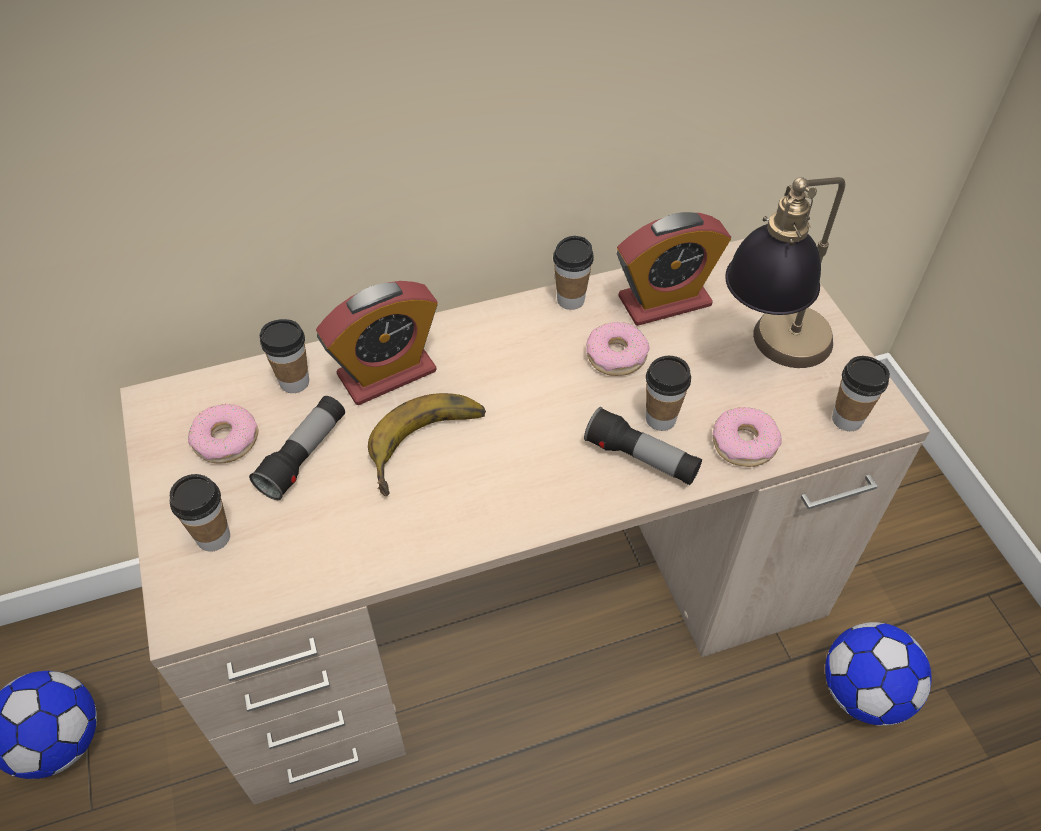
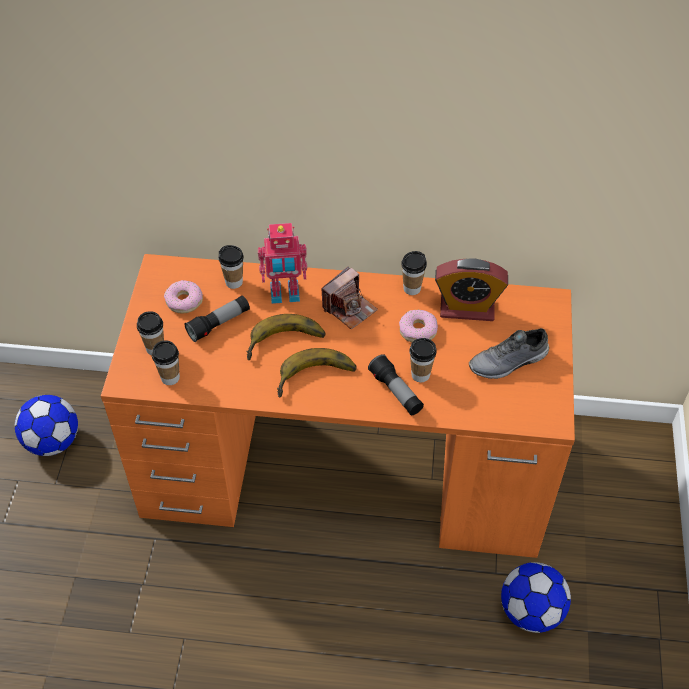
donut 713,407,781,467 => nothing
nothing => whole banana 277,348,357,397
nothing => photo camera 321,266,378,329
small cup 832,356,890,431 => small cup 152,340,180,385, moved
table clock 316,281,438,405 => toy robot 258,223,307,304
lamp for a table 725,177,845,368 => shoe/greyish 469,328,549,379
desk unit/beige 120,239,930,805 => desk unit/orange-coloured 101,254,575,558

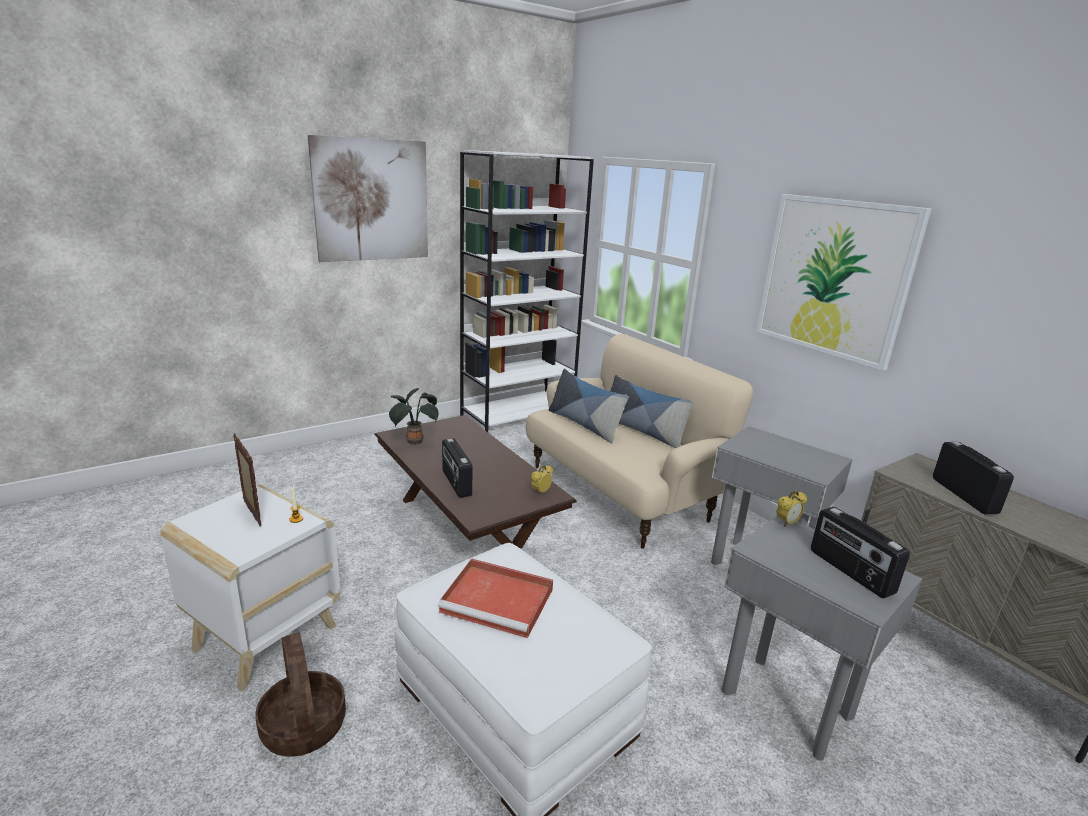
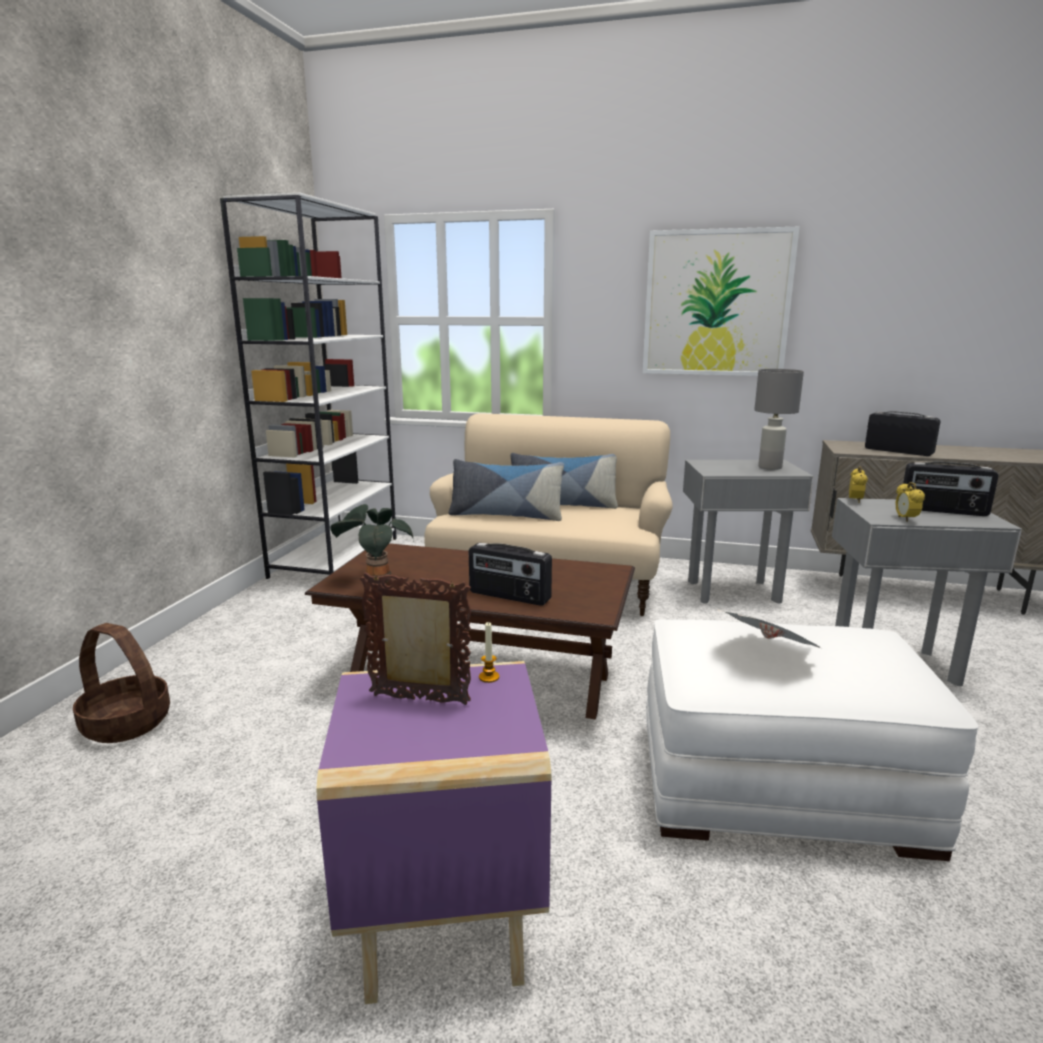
wall art 308,135,428,262 => nothing
nothing => lamp for a table/greyish 754,369,804,470
basket 255,632,346,757 => basket 73,623,170,743, moved
table clock 531,465,553,494 => table clock 895,482,925,522, moved
serving tray/red-coloured 438,558,553,638 => printed paper 717,609,821,648
end table/white 160,484,341,691 => end table/purplish 316,661,551,1004

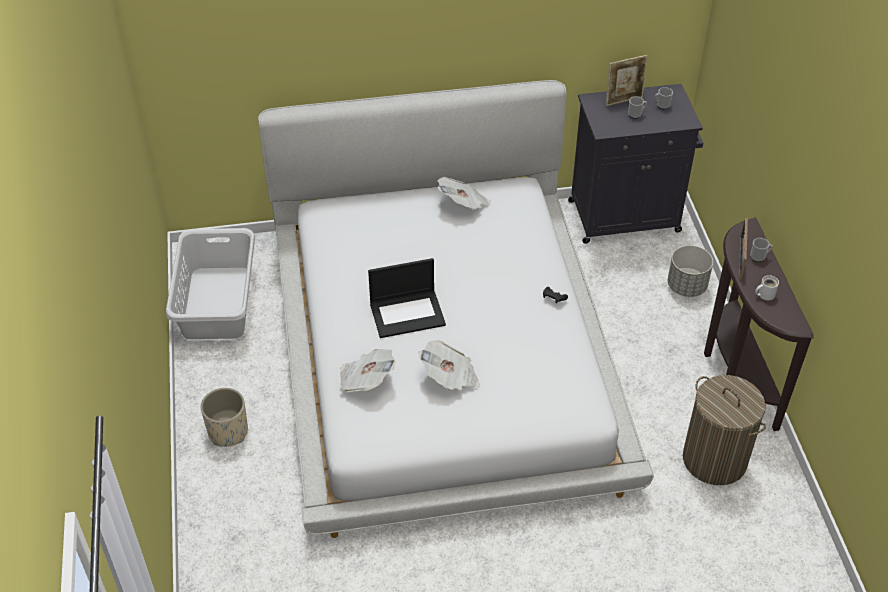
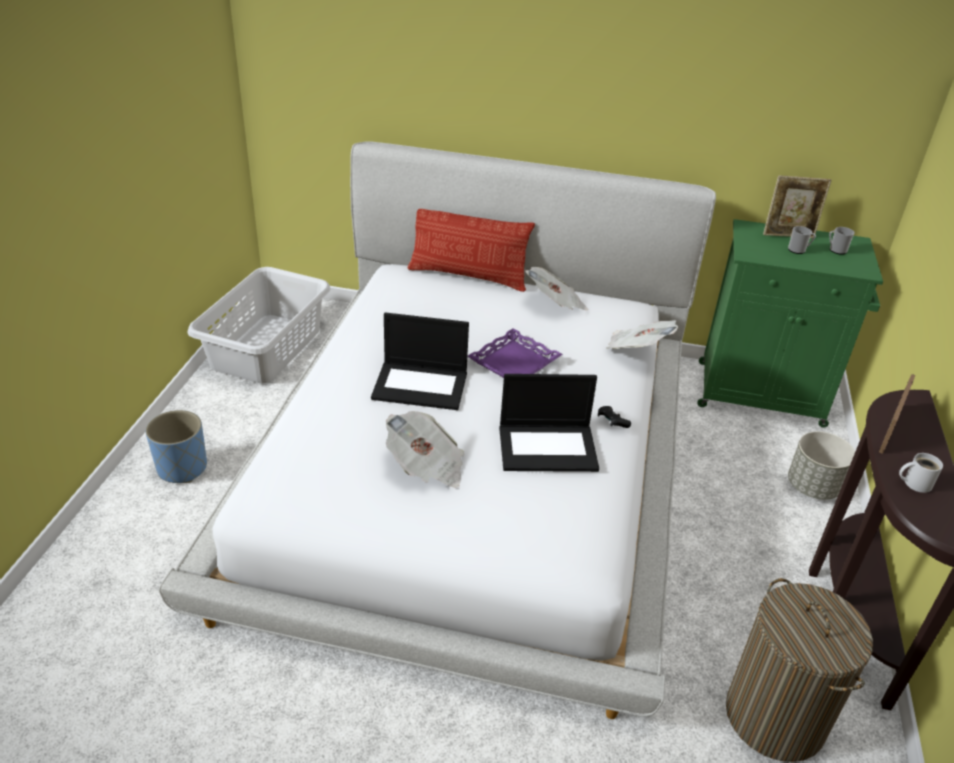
tea mug 750,238,773,262 => nothing
nothing => cushion 407,209,535,292
nothing => serving tray/purplish 468,328,563,378
nothing => portable computer 499,374,599,472
printed paper 340,349,395,392 => printed paper 606,320,678,349, moved
flower pot/beige 201,388,248,447 => flower pot/blue 145,410,207,483
cabinet/black-coloured 568,84,703,244 => cabinet/green 697,219,883,428

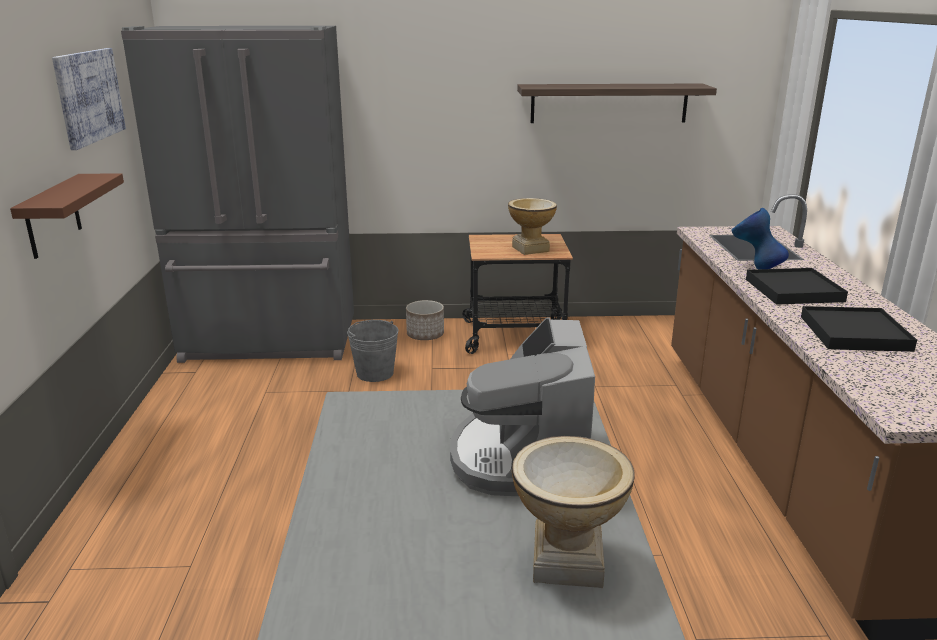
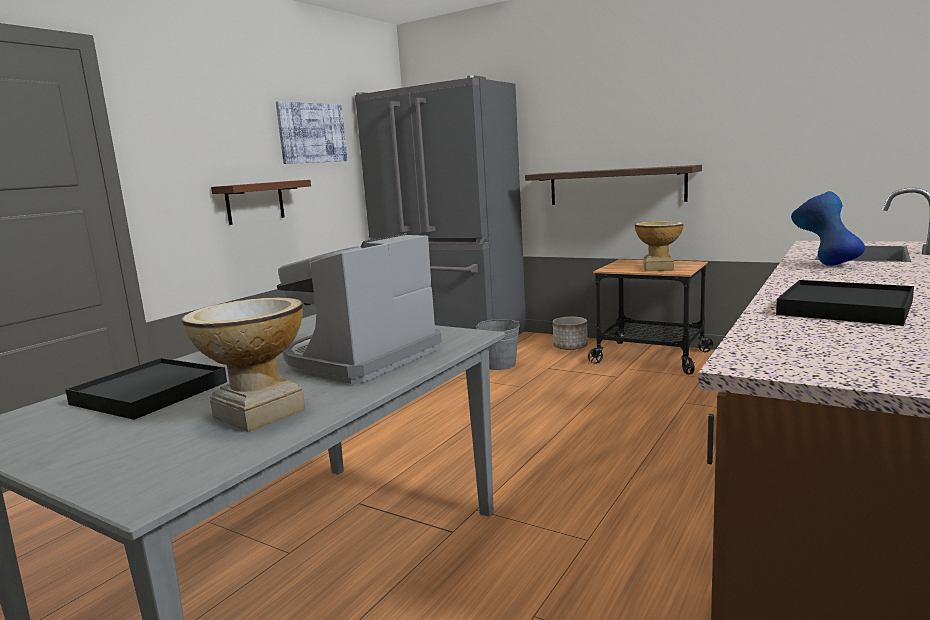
wall shelf 517,84,717,123 => wall shelf 525,165,702,205, moved
serving tray/black-coloured 746,268,848,305 => serving tray/black-coloured 65,358,227,420, moved

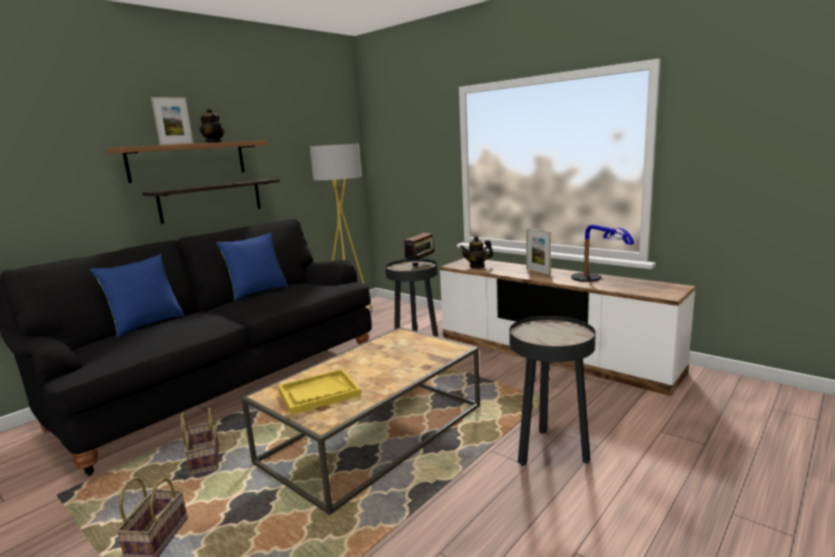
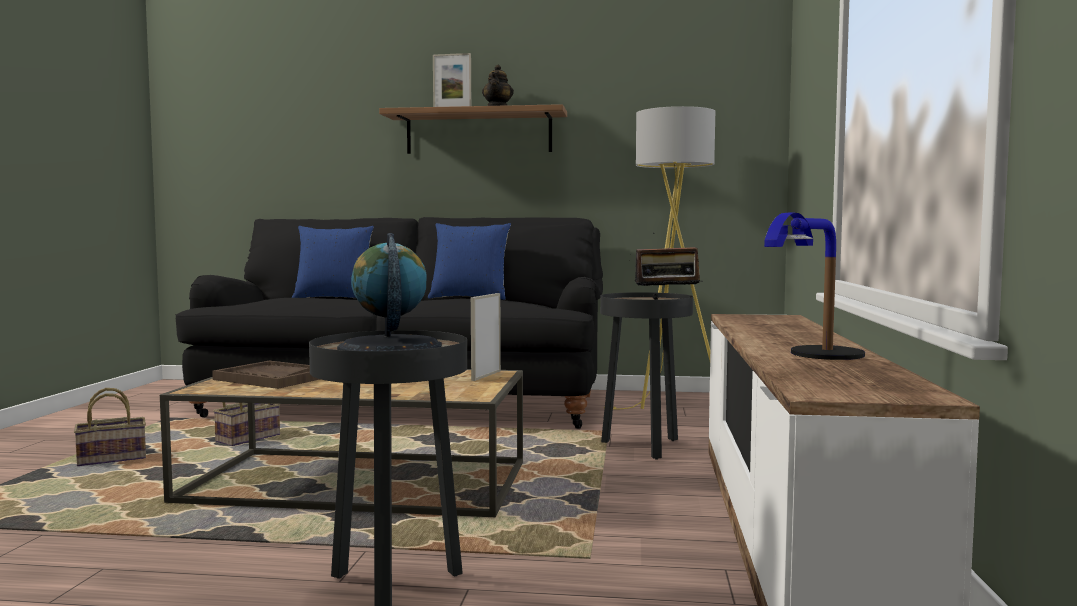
wall shelf 142,179,280,224 => nothing
pot for tea 460,236,493,269 => nothing
nothing => globe 337,233,442,351
standing frame 526,228,551,275 => standing frame 471,293,501,381, moved
serving tray/yellowish 278,369,361,415 => serving tray/brown 212,361,320,389

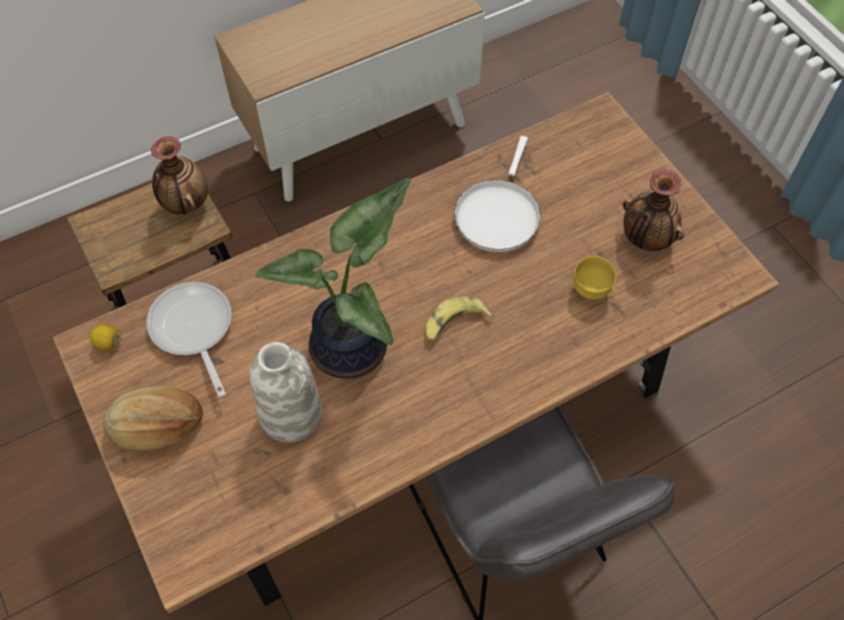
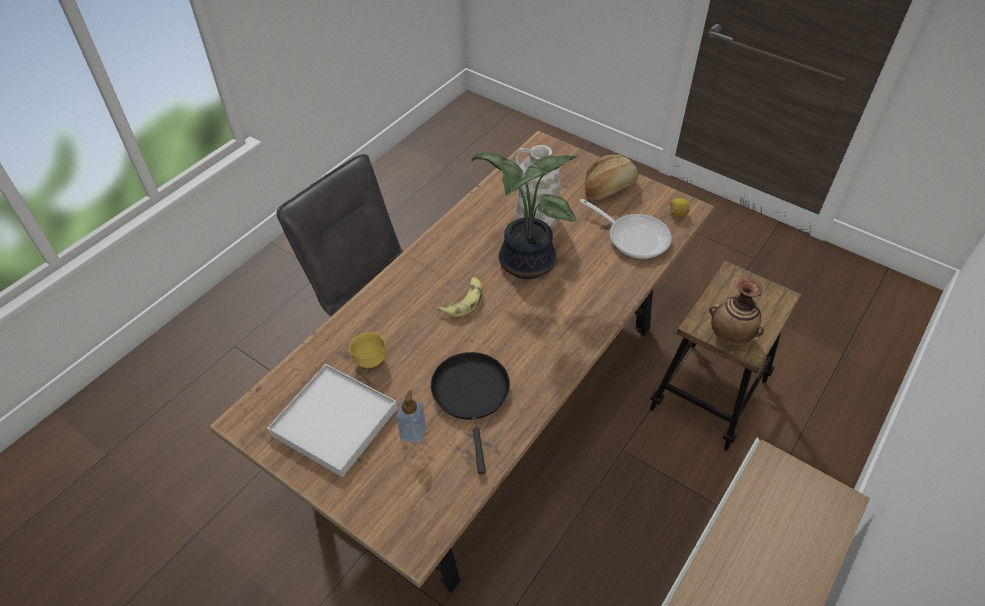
nothing => soap bottle 396,390,426,444
decorative vase 623,170,684,251 => serving tray/white 267,364,398,477
frying pan/white 454,136,541,252 => frying pan/black-coloured 431,352,510,474

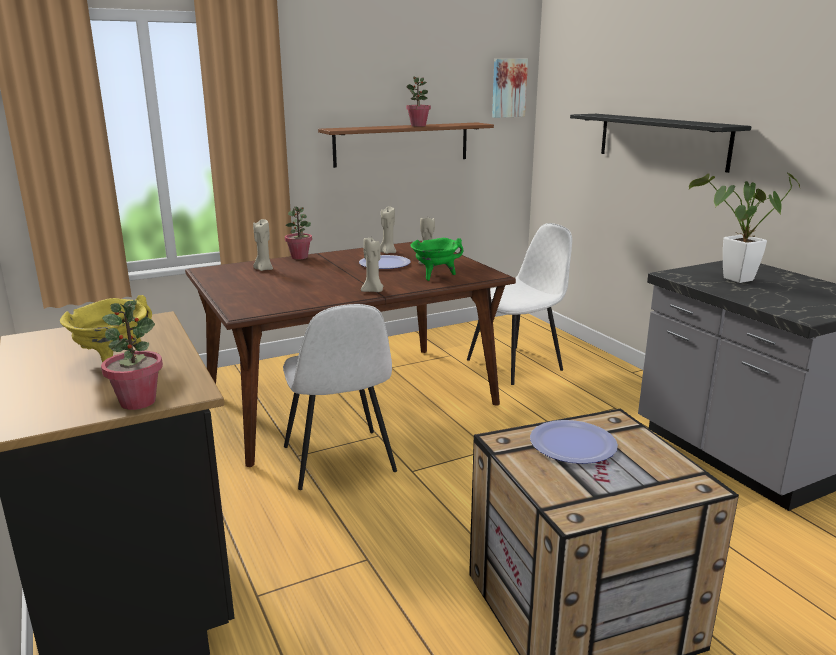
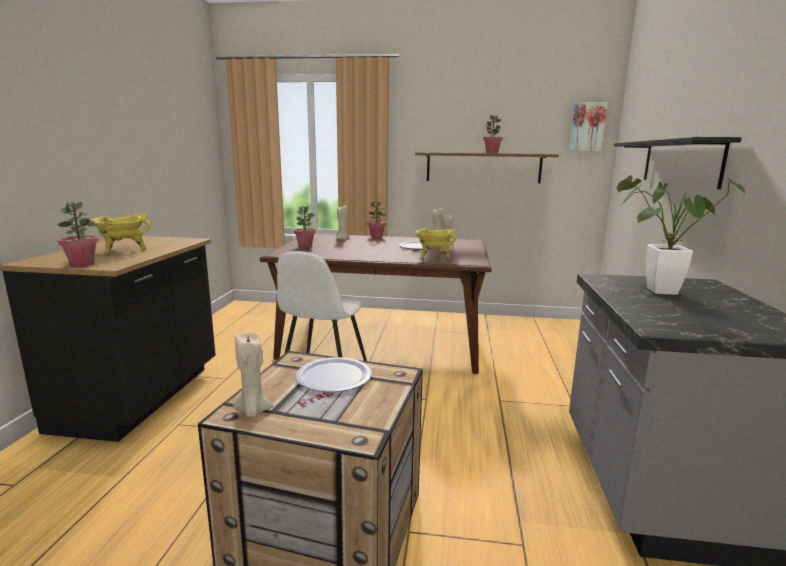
chair/white 467,223,572,385 => nothing
nothing => potted plant 294,206,316,248
wax light/beige 361,238,384,292 => wax light/beige 233,333,273,417, moved
stockpot/green 411,238,463,281 => stockpot/yellowish 415,228,456,259

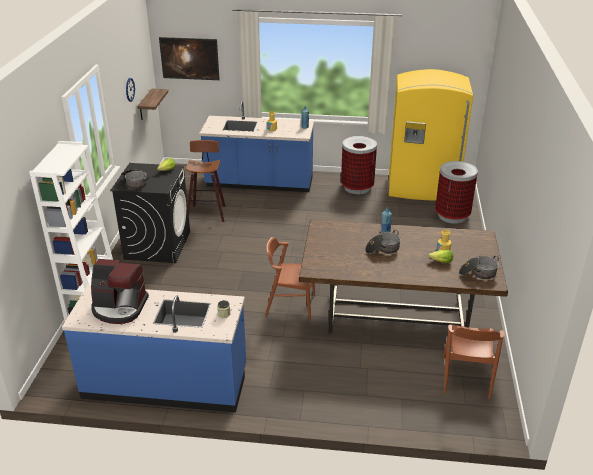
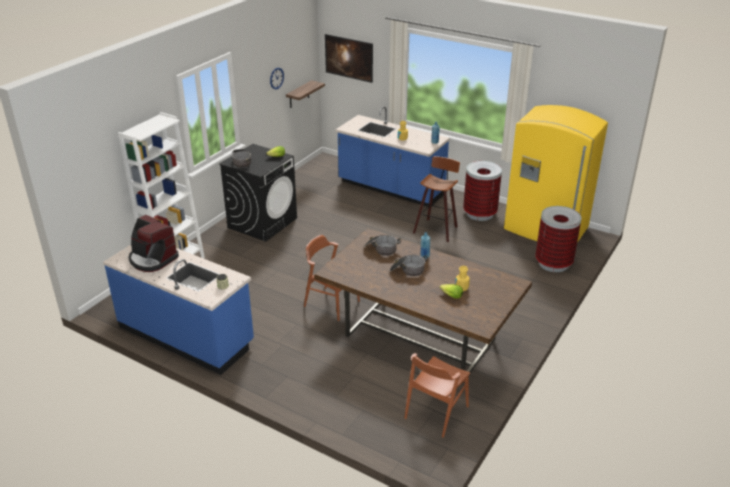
stool seat 186,140,225,222 => stool seat 413,156,460,242, moved
stockpot 459,256,499,279 => stockpot 365,235,401,256, moved

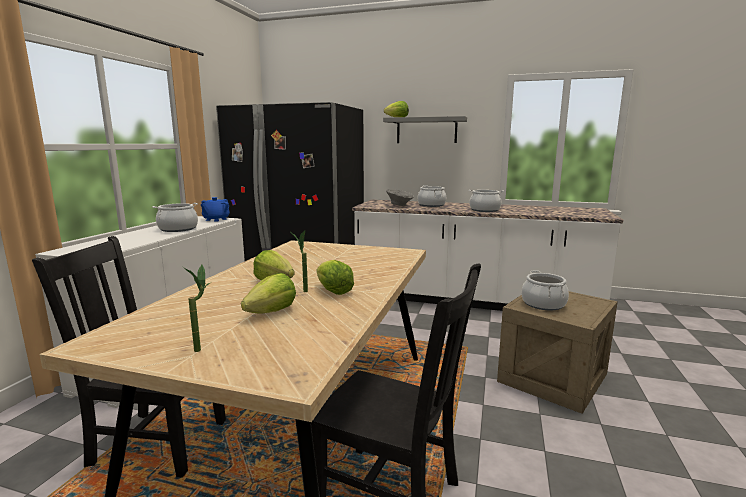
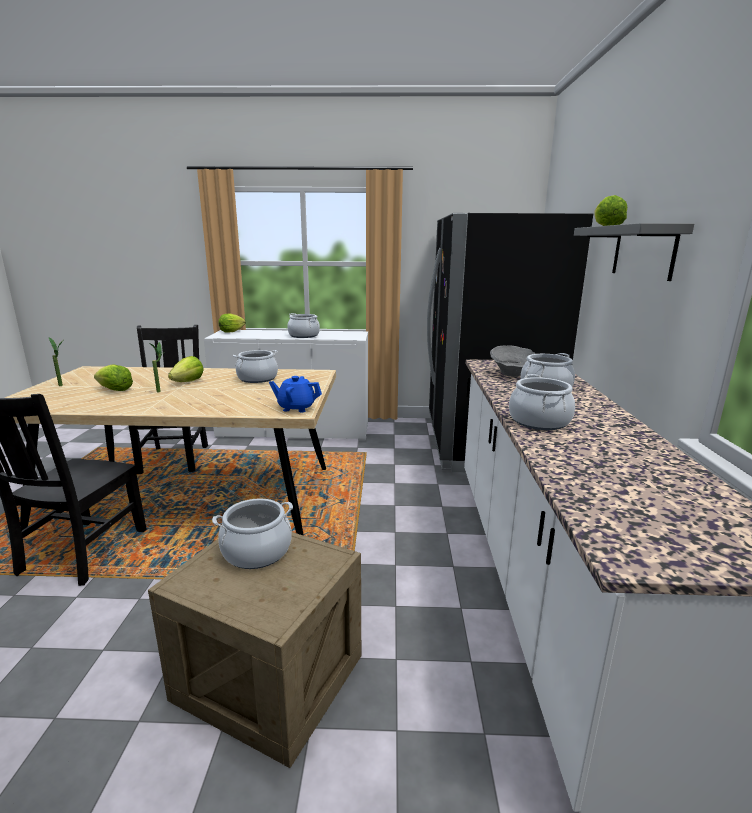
nothing => stockpot 233,350,278,383
pot for tea/blue 201,197,230,222 => pot for tea/blue 269,376,322,412, moved
lettuce 317,260,354,295 => lettuce 219,313,246,332, moved

